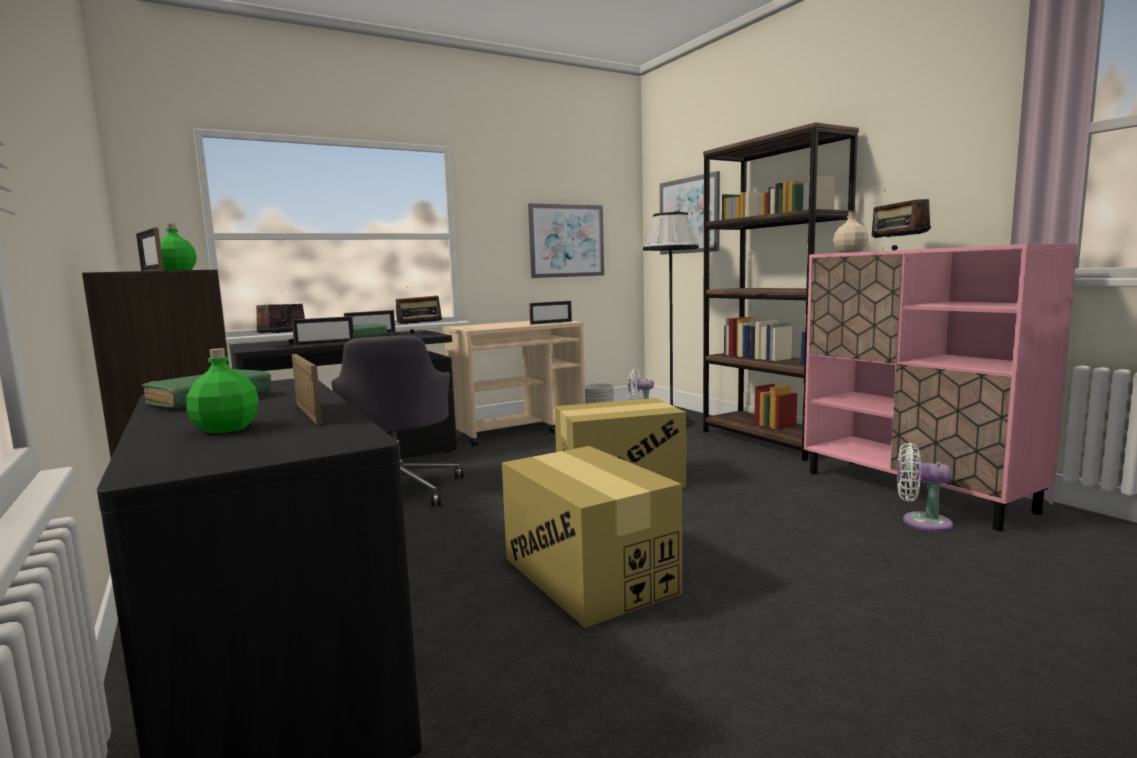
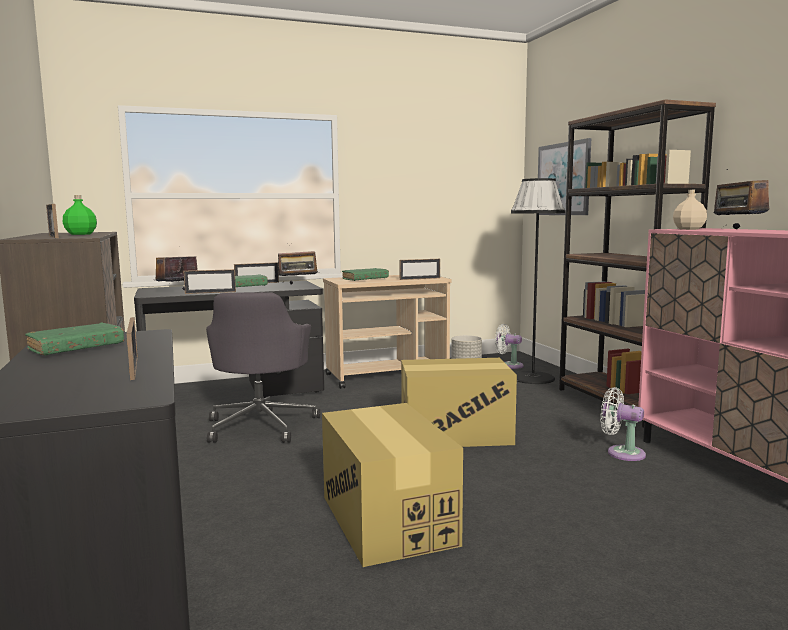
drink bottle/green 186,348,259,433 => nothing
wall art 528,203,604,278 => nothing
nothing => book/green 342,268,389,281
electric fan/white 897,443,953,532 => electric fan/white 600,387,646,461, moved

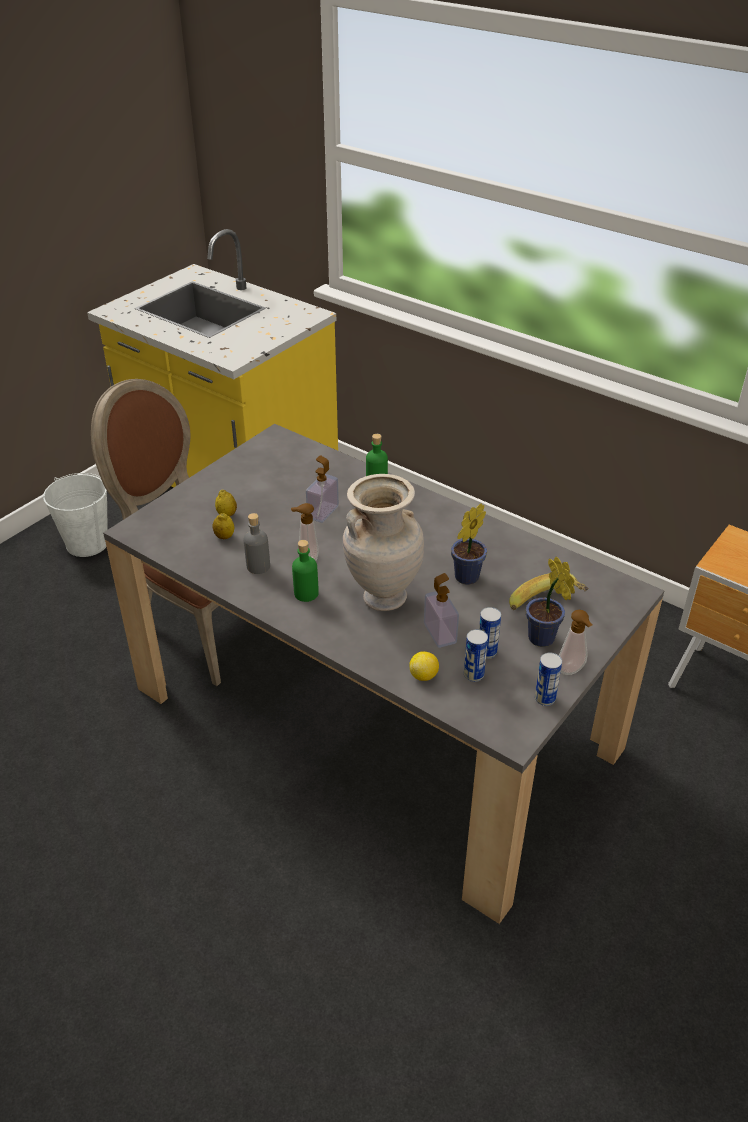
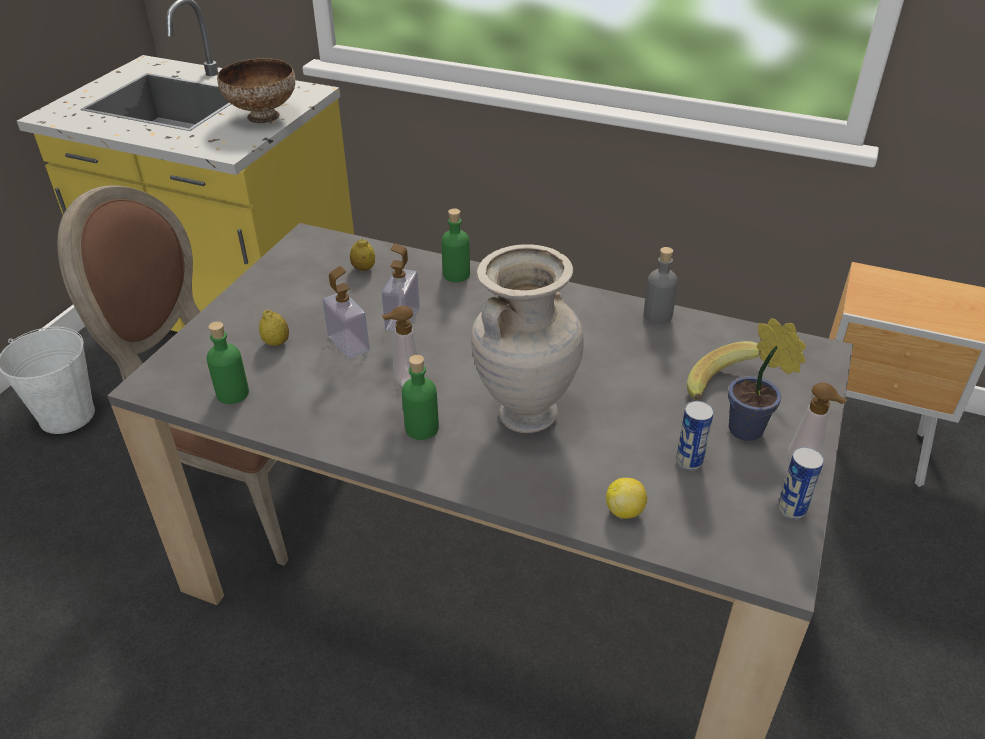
potted plant 451,503,487,584 => nothing
metal can 464,629,488,682 => nothing
nothing => drink bottle/green 206,321,249,404
nothing => deep dish 217,58,295,123
lemon 213,513,235,539 => lemon 350,238,375,271, moved
drink bottle/greyish 243,513,270,574 => drink bottle/greyish 644,247,678,324, moved
soap bottle 424,573,459,648 => soap bottle 323,266,370,358, moved

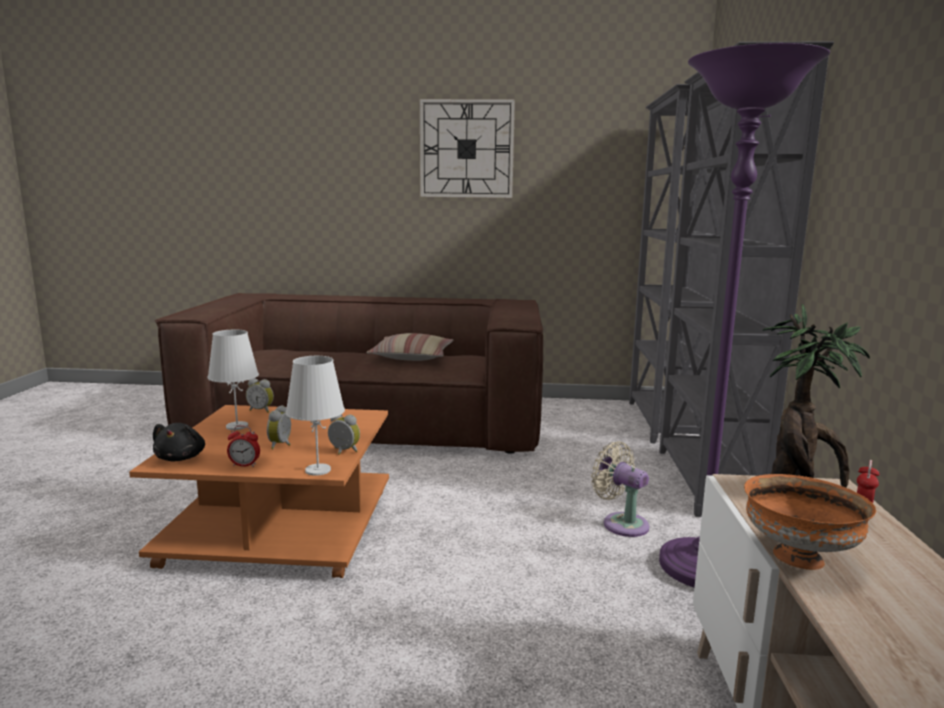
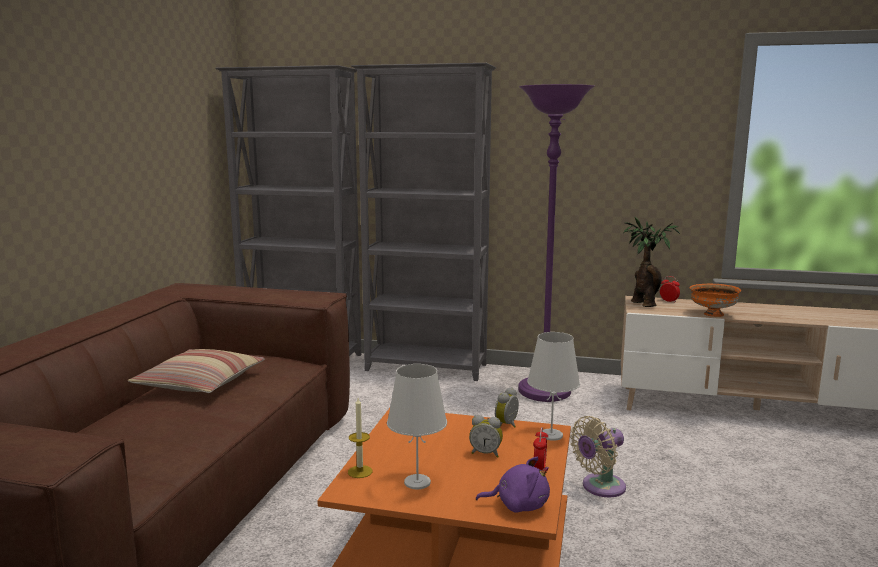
wall clock 420,99,515,198 => nothing
electric fan/beige 591,442,650,537 => electric fan/beige 570,416,626,497, moved
table clock 246,378,274,413 => wax light 348,398,372,478
soft toy/black-coloured 153,423,205,461 => soft toy/purplish 476,457,550,513

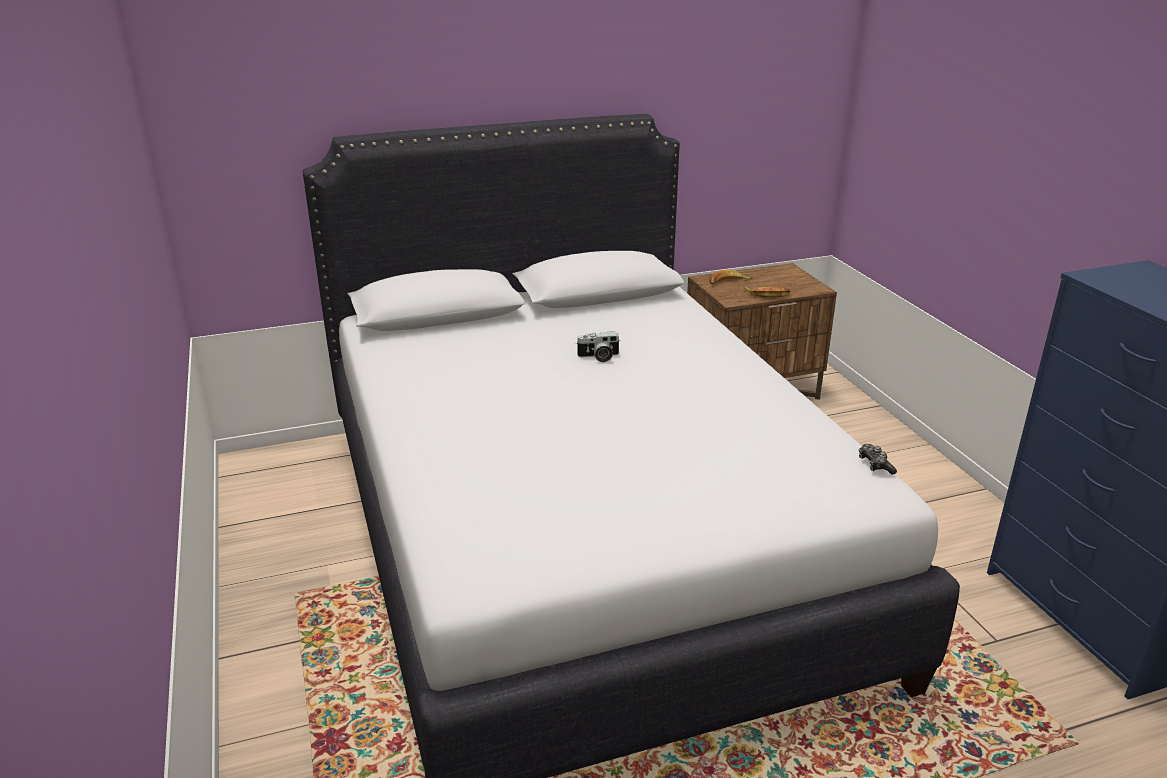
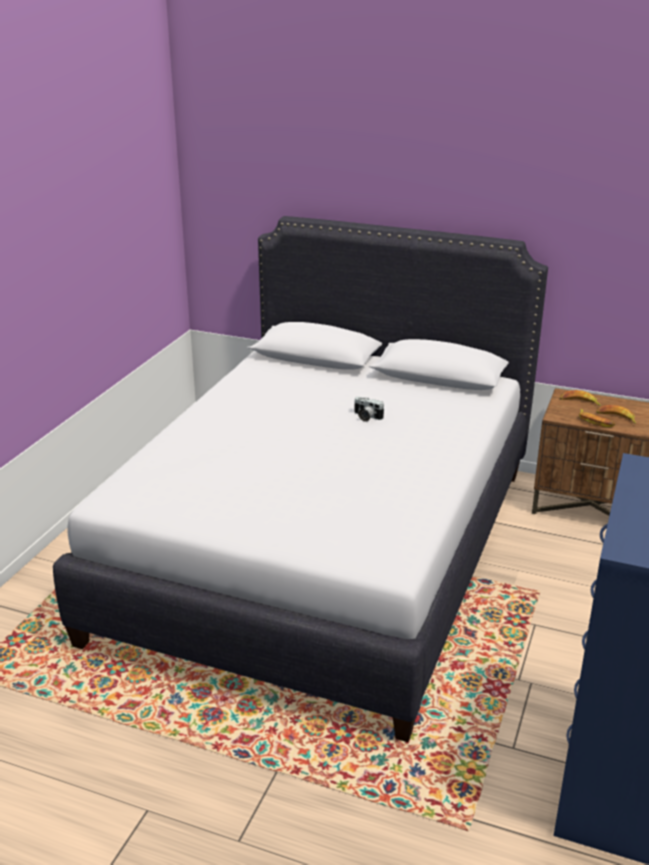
gamepad 859,444,897,475 => nothing
nothing => whole banana 596,405,636,424

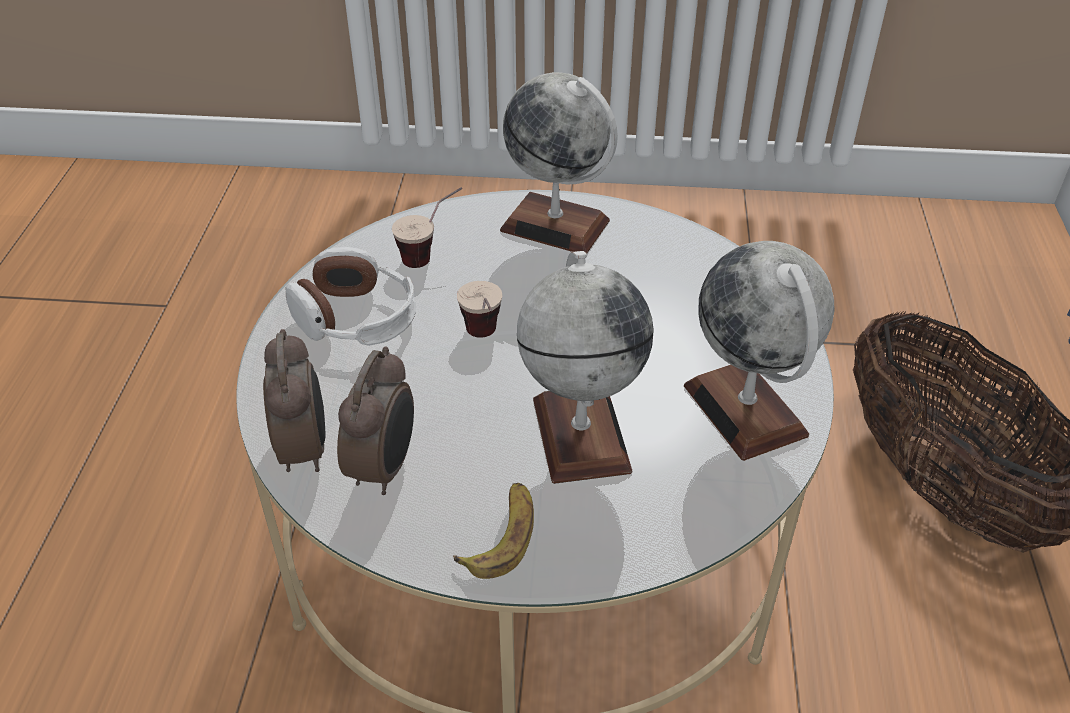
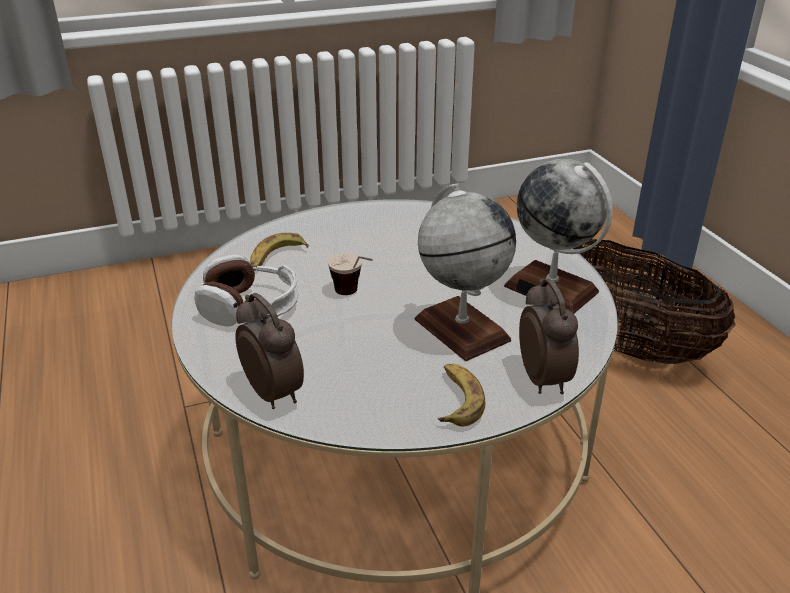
globe 500,72,618,254 => nothing
table clock 337,346,414,495 => table clock 519,279,579,394, moved
small cup 392,187,462,268 => whole banana 250,233,308,271

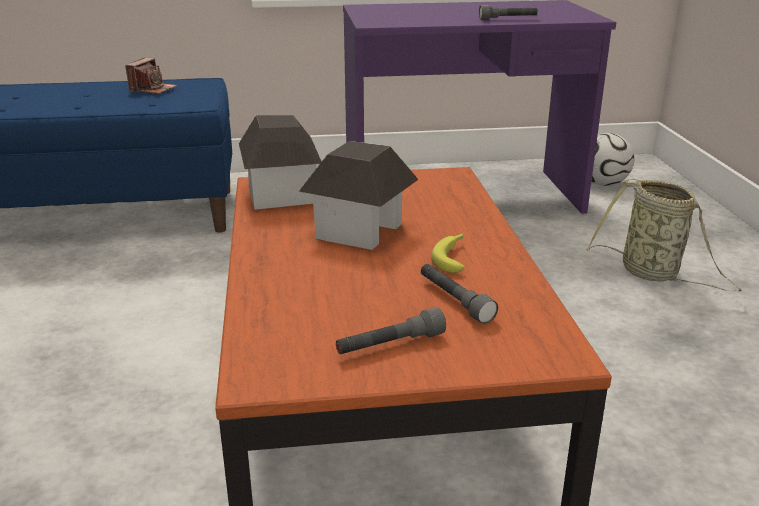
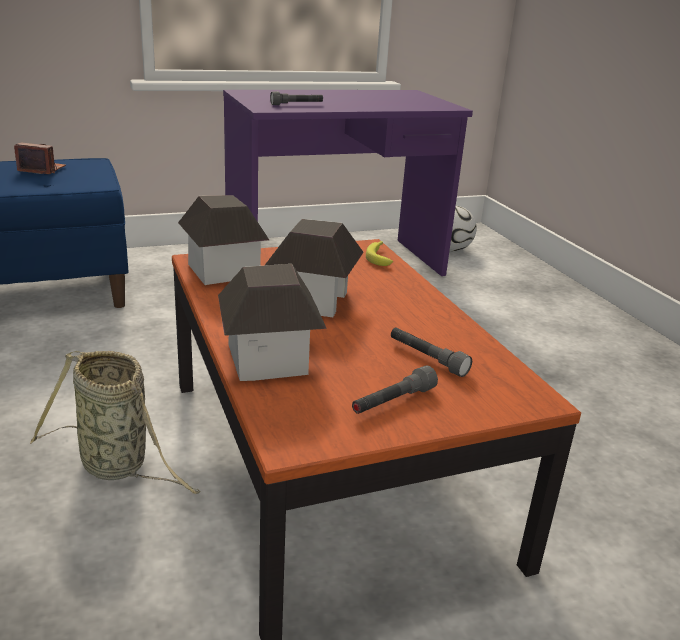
nothing => miniature house 218,264,327,381
whole banana 431,234,465,273 => whole banana 366,241,393,266, moved
flashlight/greyish 479,5,538,20 => flashlight/greyish 270,91,323,105, moved
basket 586,179,742,291 => basket 30,351,201,494, moved
photo camera 125,58,177,94 => photo camera 14,143,66,174, 90 degrees counterclockwise

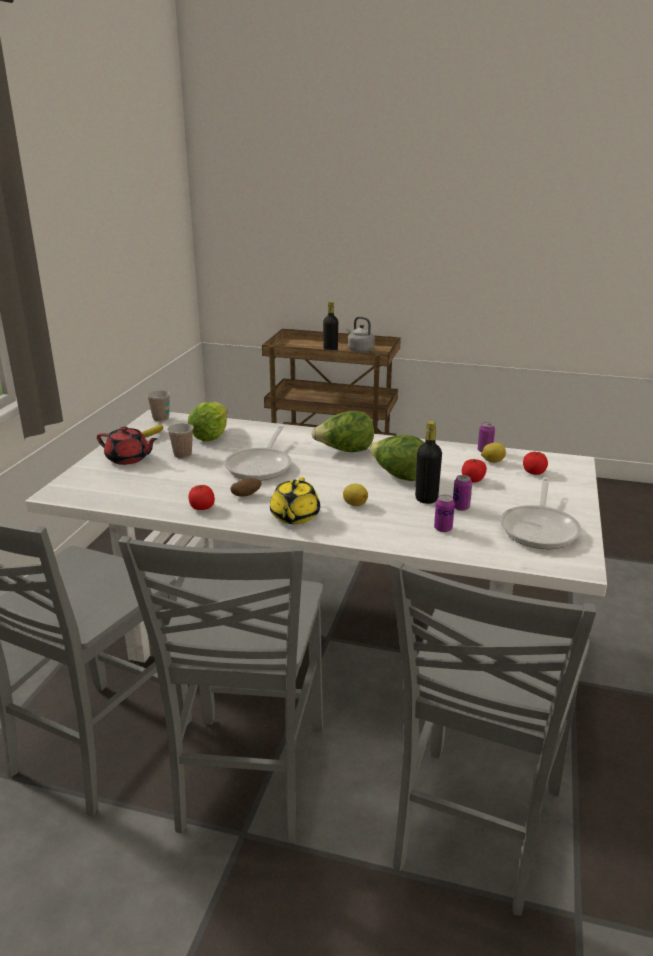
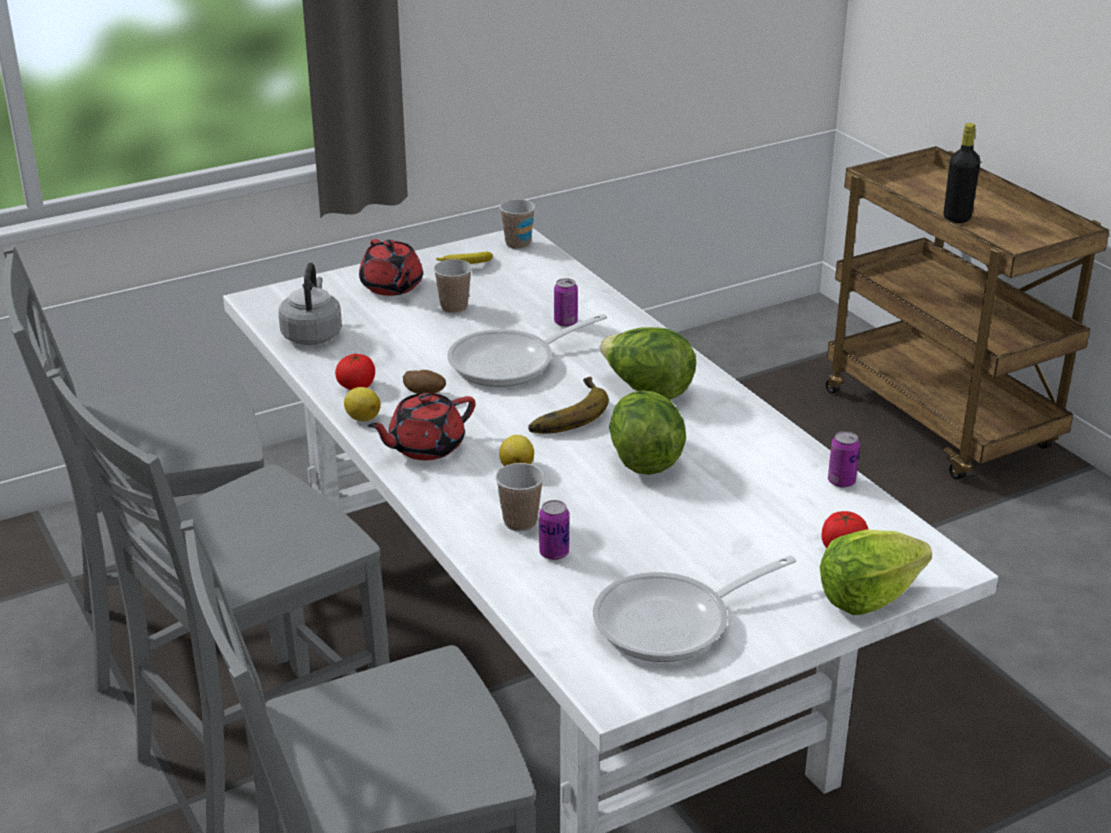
drink bottle/black-coloured 415,421,442,504 => nothing
tomato 462,459,487,483 => nothing
nothing => small cup 495,463,544,531
nothing => whole banana 528,377,609,434
lettuce 188,402,227,441 => lettuce 820,530,932,615, moved
kettle/greyish 346,316,375,352 => kettle/greyish 278,263,342,345, moved
metal can 453,475,472,511 => metal can 554,278,578,327, moved
lemon 481,443,506,463 => lemon 344,387,381,421, moved
pot for tea/yellowish 270,477,320,524 => pot for tea/red-coloured 368,393,475,460

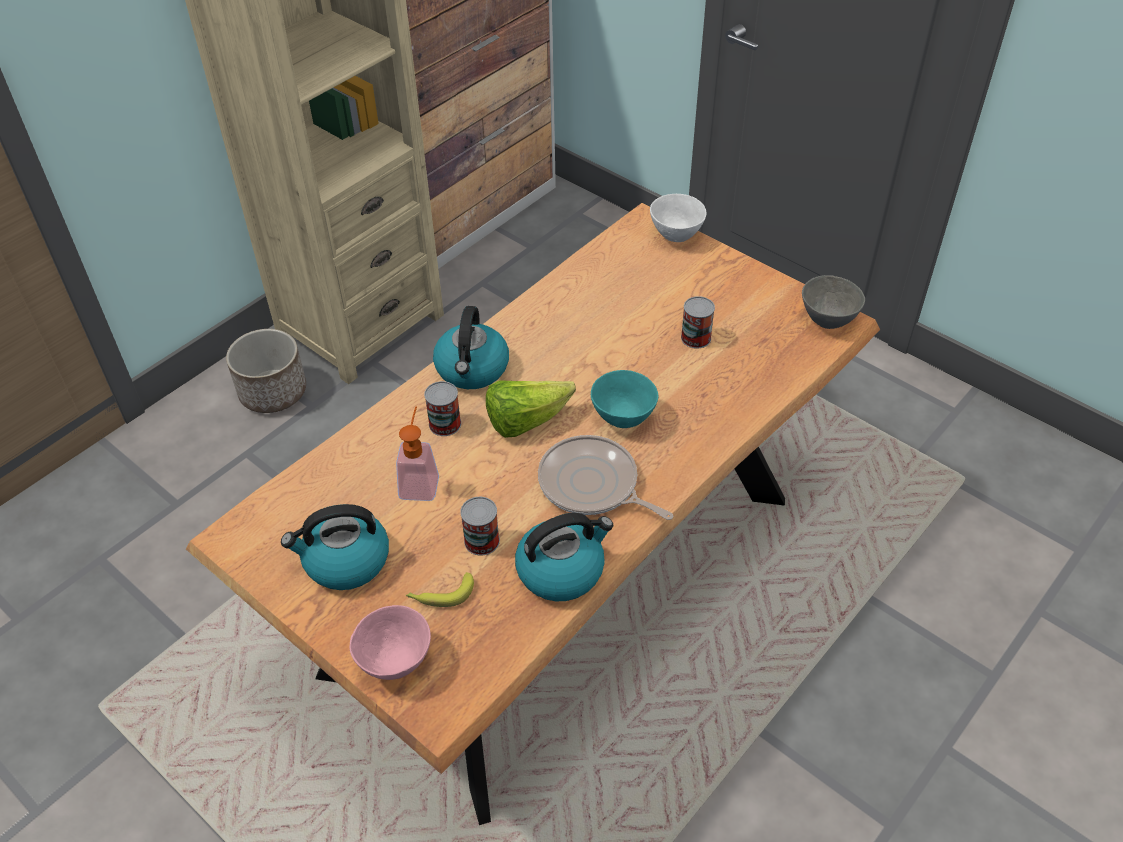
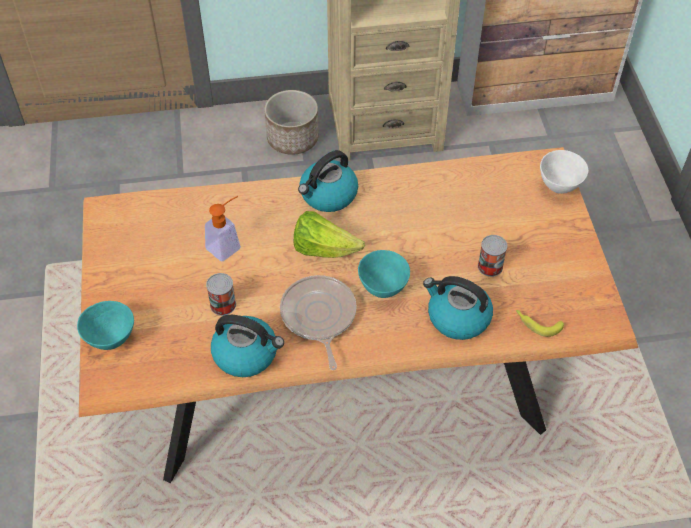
metal can 424,381,461,436 => nothing
deep dish/greyish 802,275,865,329 => nothing
kettle 281,504,389,590 => kettle 423,276,493,340, moved
whole banana 406,572,474,607 => whole banana 516,310,564,337, moved
deep dish/pink 349,605,431,680 => deep dish/blue-green 77,301,134,350

